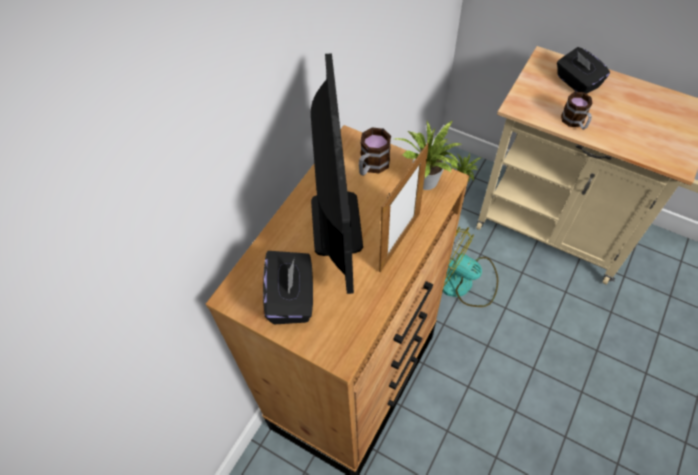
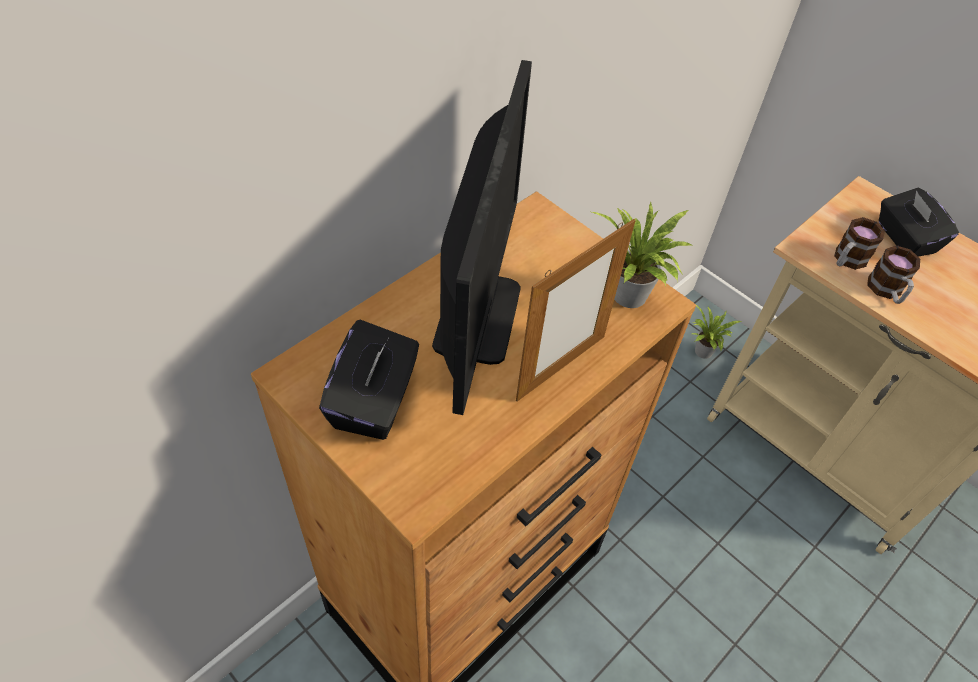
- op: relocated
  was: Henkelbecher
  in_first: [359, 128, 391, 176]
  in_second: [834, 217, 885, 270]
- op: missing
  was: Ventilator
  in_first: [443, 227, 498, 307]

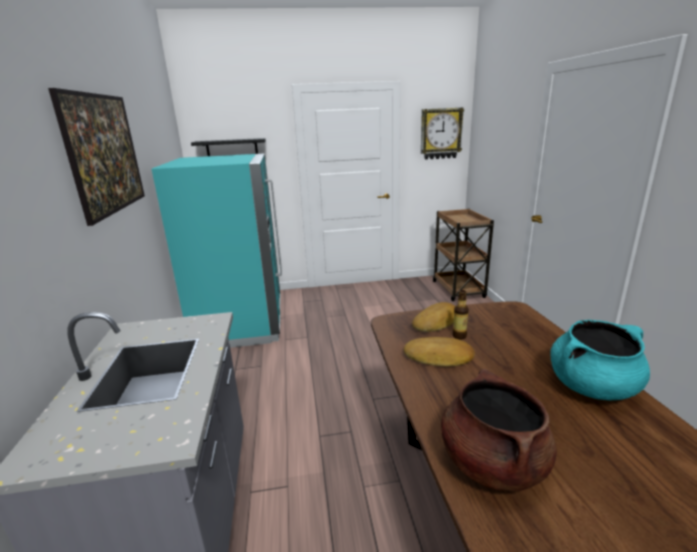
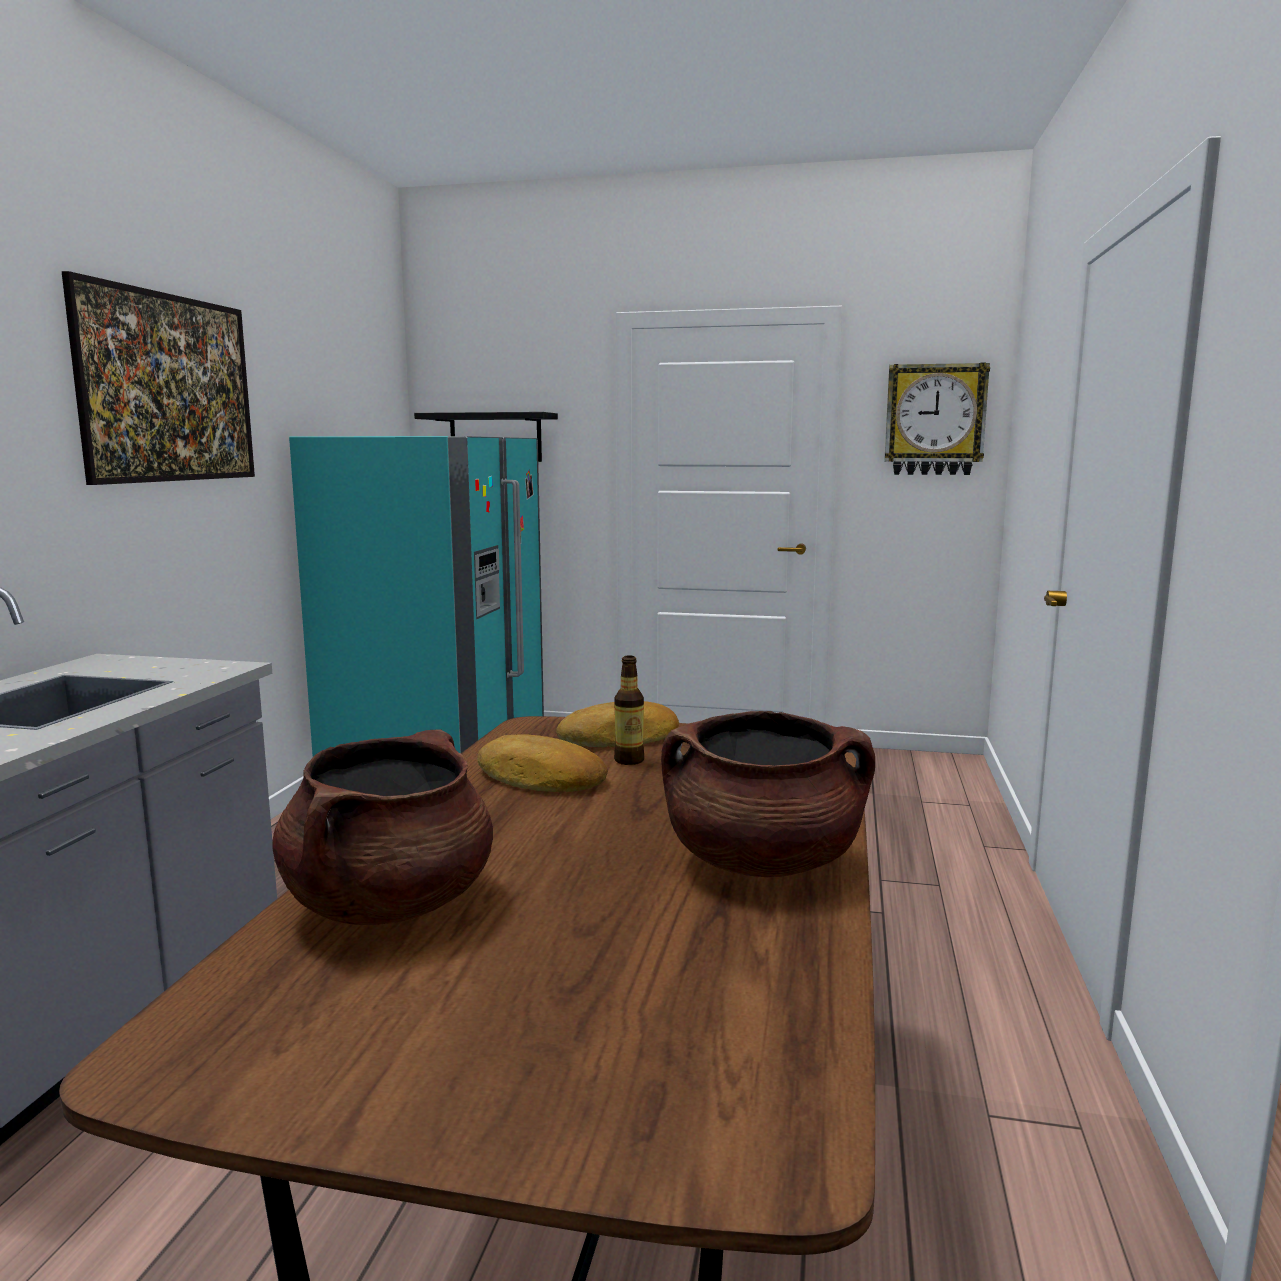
- op: colour
  was: Kochtopf (türkis)
  now: Kochtopf (braun)
  in_first: [550, 320, 650, 401]
  in_second: [661, 711, 875, 877]
- op: missing
  was: Rollwagen (braun)
  in_first: [433, 209, 494, 301]

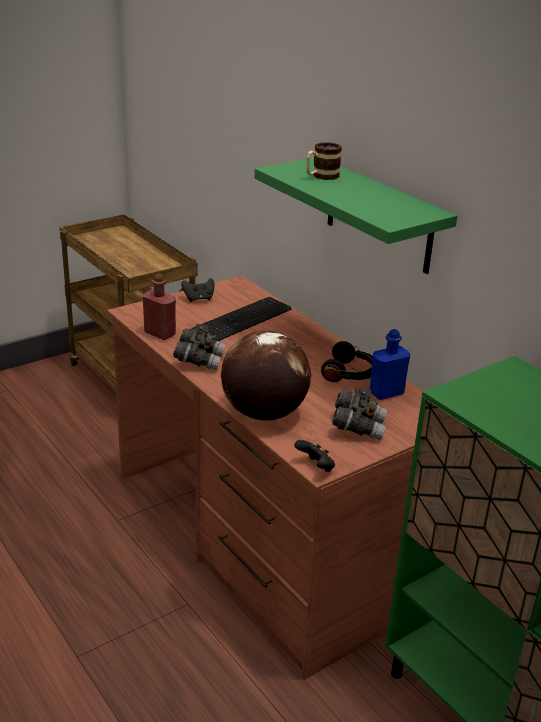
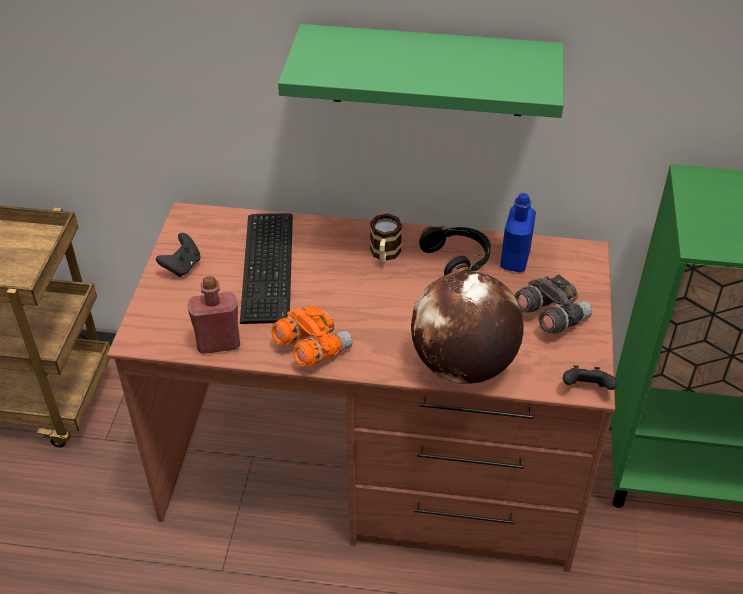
- op: colour
  was: Fernglas (grau)
  now: Fernglas (orange)
  in_first: [173, 324, 226, 371]
  in_second: [271, 305, 353, 366]
- op: relocated
  was: Henkelbecher
  in_first: [306, 142, 342, 180]
  in_second: [370, 214, 402, 264]

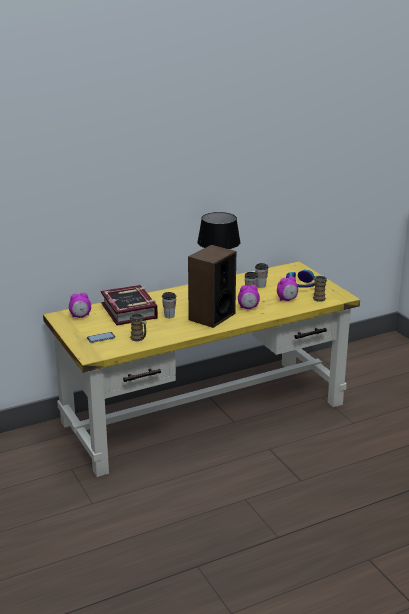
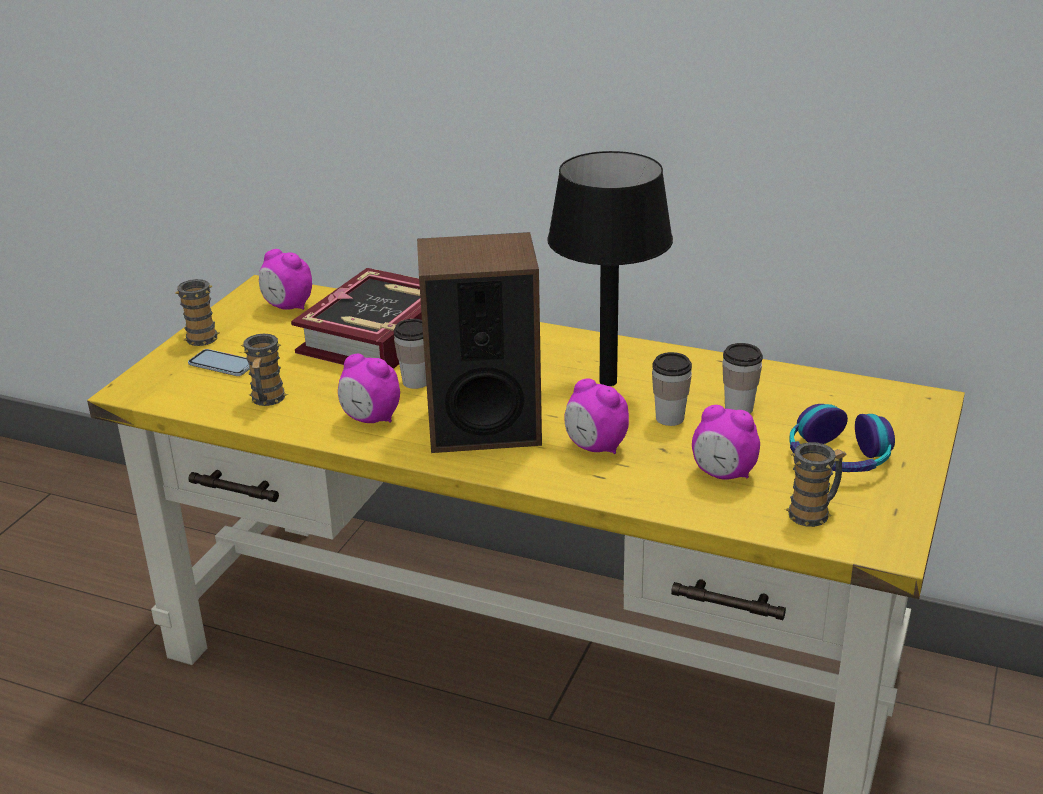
- op: appeared
  now: Henkelbecher
  in_second: [175, 279, 220, 346]
- op: appeared
  now: Wecker
  in_second: [338, 354, 400, 423]

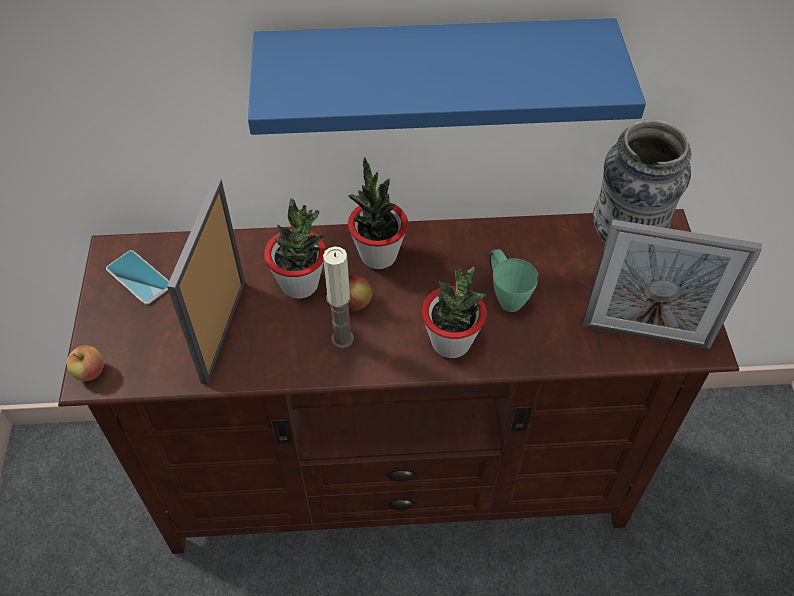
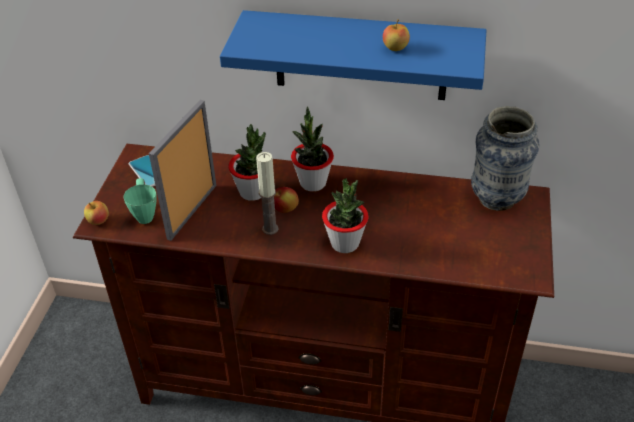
- op: relocated
  was: Henkelbecher (grün)
  in_first: [489, 249, 538, 312]
  in_second: [123, 178, 157, 224]
- op: appeared
  now: Apfel
  in_second: [383, 20, 410, 51]
- op: missing
  was: Bilderrahmen
  in_first: [582, 219, 762, 349]

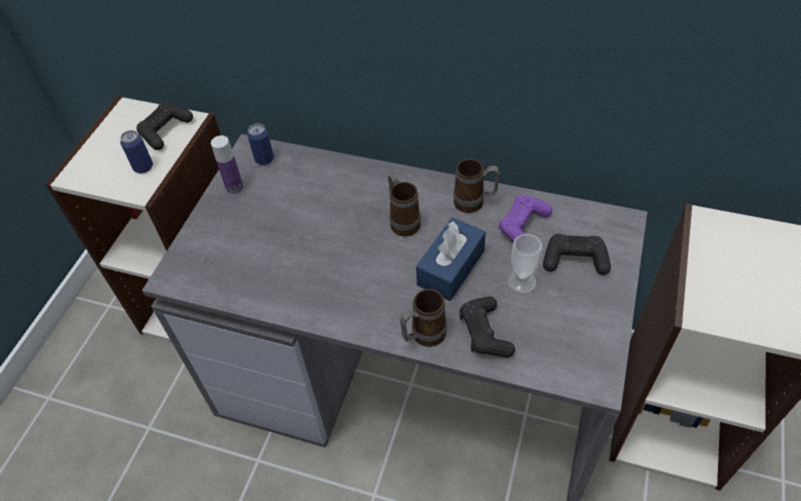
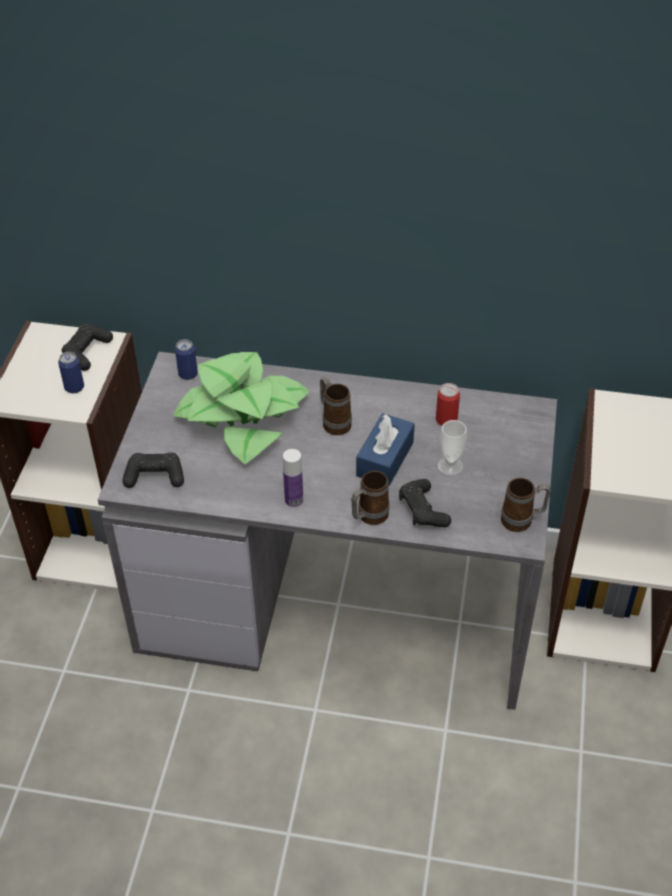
- op: relocated
  was: Gamepad (schwarz)
  in_first: [543, 234, 611, 275]
  in_second: [122, 452, 184, 488]
- op: appeared
  now: Topfpflanze
  in_second: [173, 352, 310, 464]
- op: relocated
  was: Flasche
  in_first: [211, 135, 244, 194]
  in_second: [283, 449, 303, 508]
- op: exchanged
  was: Gamepad (lila)
  now: Dose
  in_first: [499, 195, 552, 242]
  in_second: [436, 383, 460, 426]
- op: relocated
  was: Henkelbecher
  in_first: [453, 159, 500, 213]
  in_second: [501, 478, 551, 532]

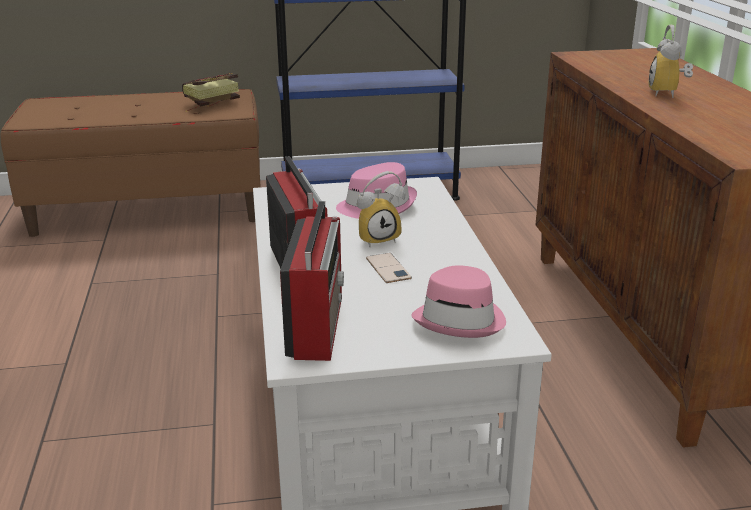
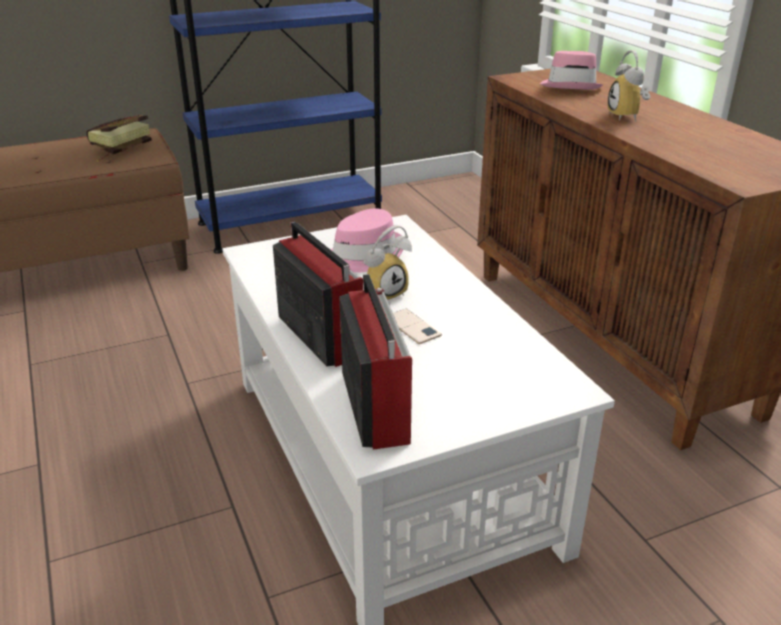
- op: relocated
  was: Hut (rosa)
  in_first: [411, 265, 506, 338]
  in_second: [540, 51, 603, 90]

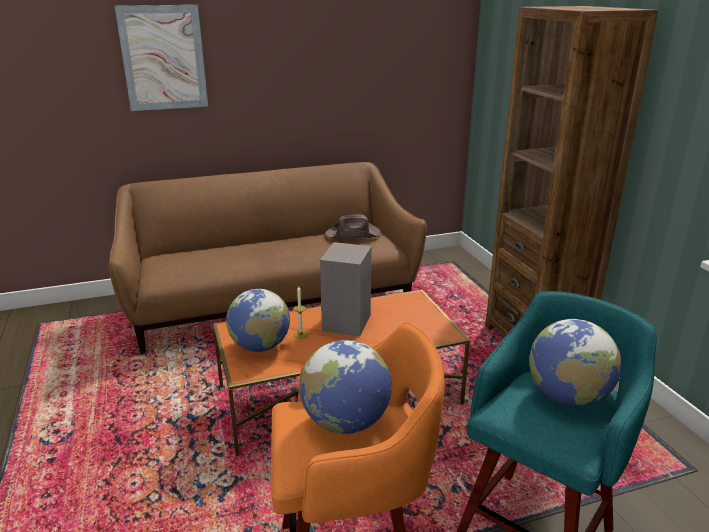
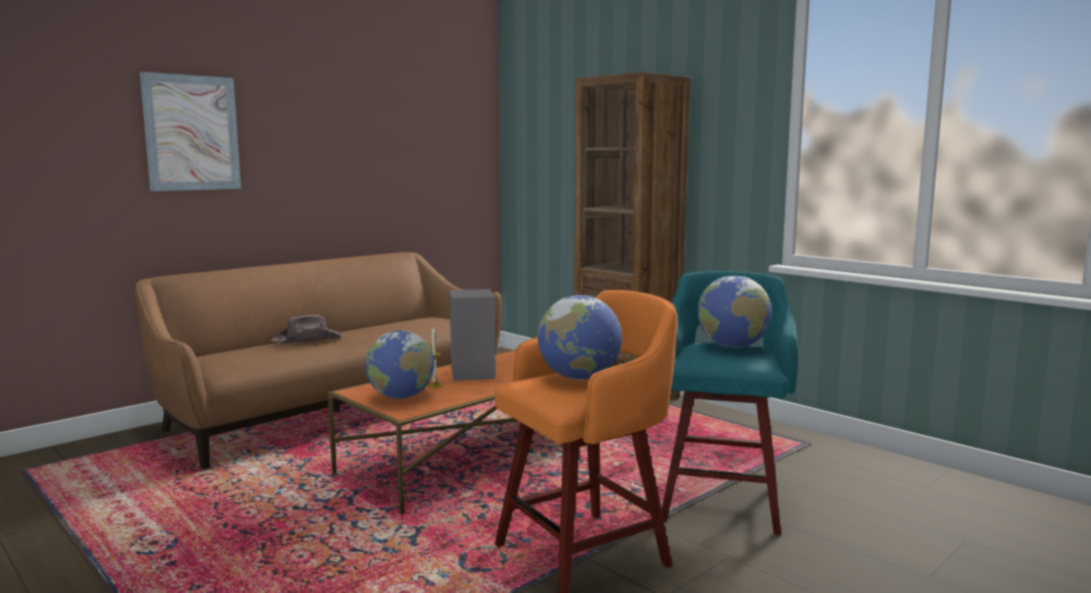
- op: relocated
  was: Hut (braun)
  in_first: [325, 214, 381, 239]
  in_second: [271, 315, 343, 343]

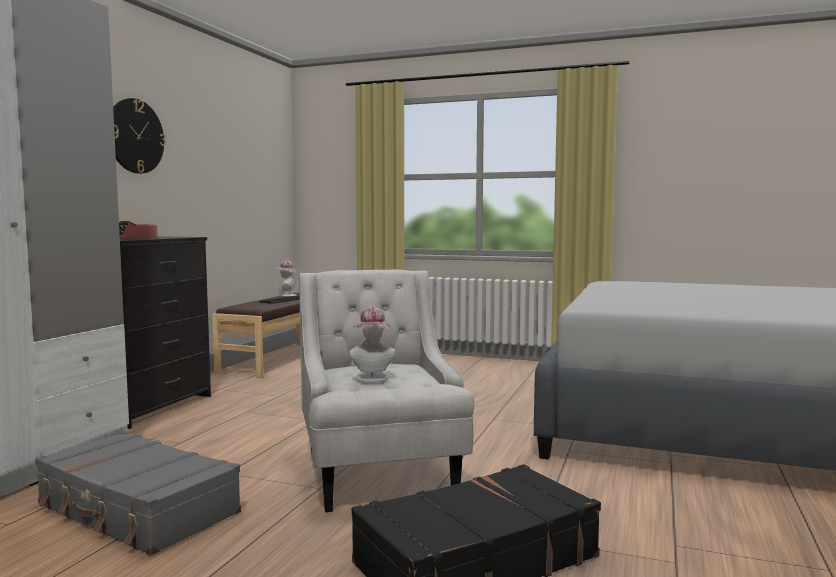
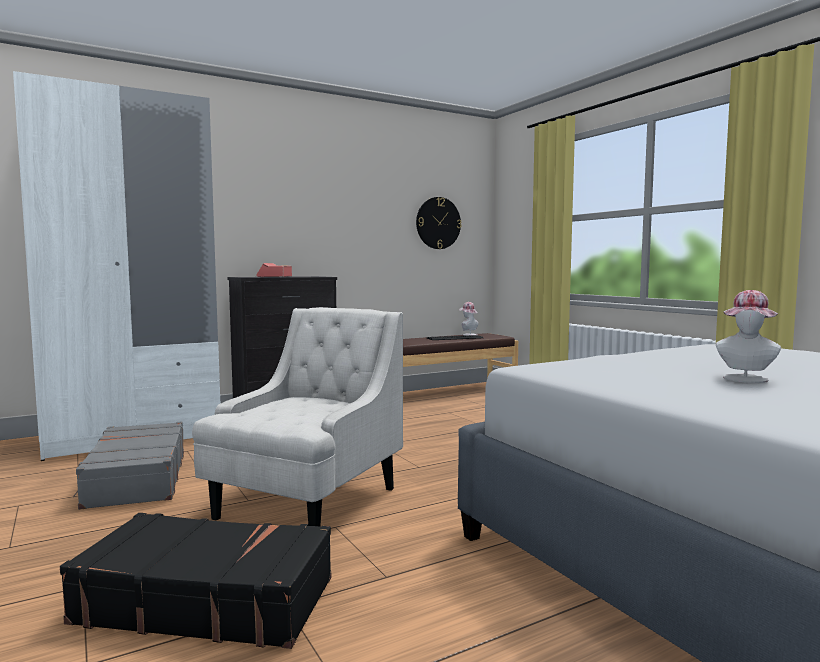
- op: relocated
  was: Wanduhr
  in_first: [113, 98, 166, 174]
  in_second: [416, 197, 462, 249]
- op: relocated
  was: Hut
  in_first: [349, 307, 395, 382]
  in_second: [716, 290, 781, 383]

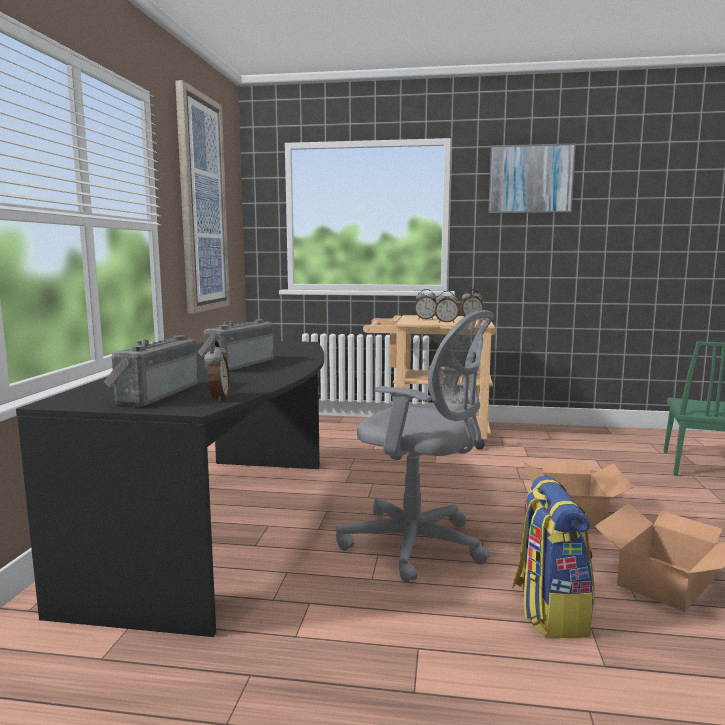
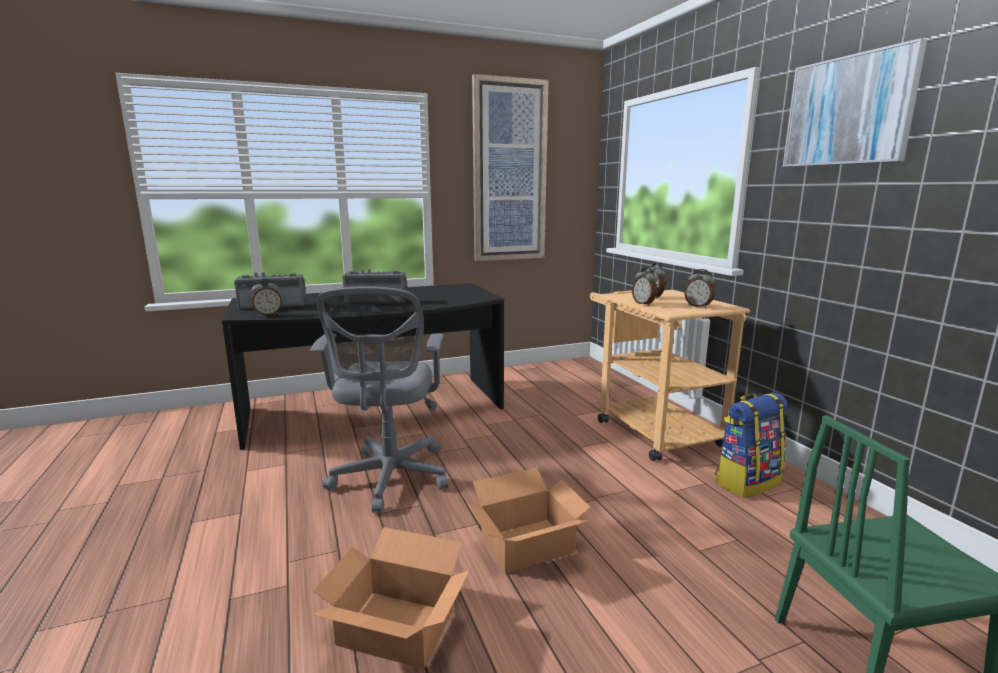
- op: relocated
  was: Rucksack
  in_first: [512, 476, 595, 638]
  in_second: [715, 393, 788, 498]

